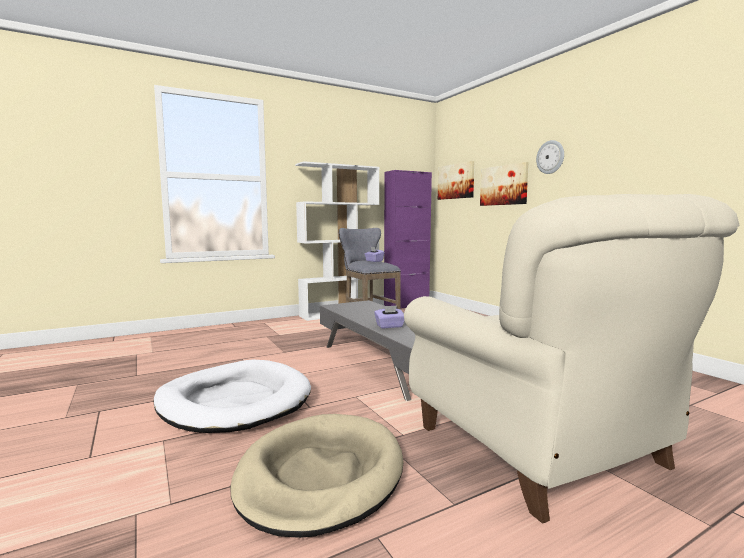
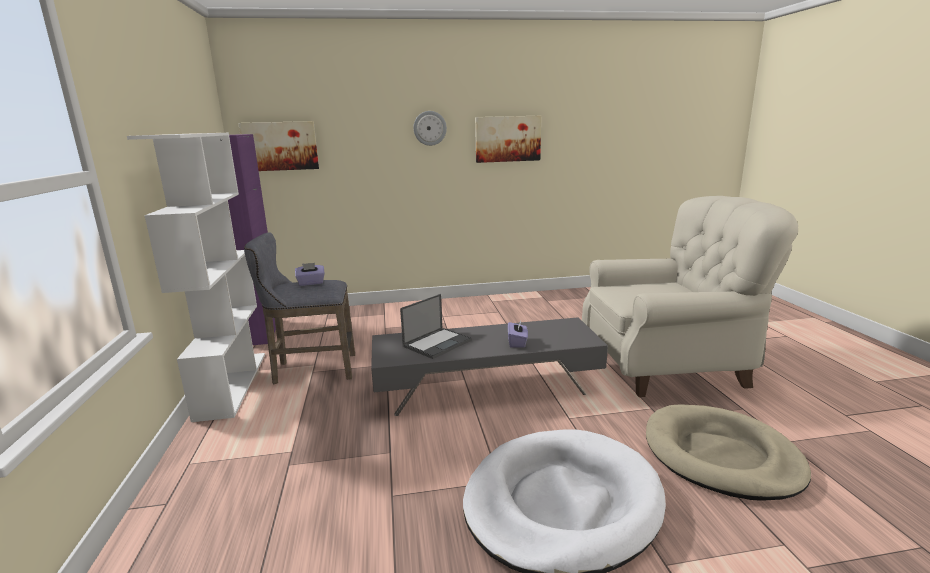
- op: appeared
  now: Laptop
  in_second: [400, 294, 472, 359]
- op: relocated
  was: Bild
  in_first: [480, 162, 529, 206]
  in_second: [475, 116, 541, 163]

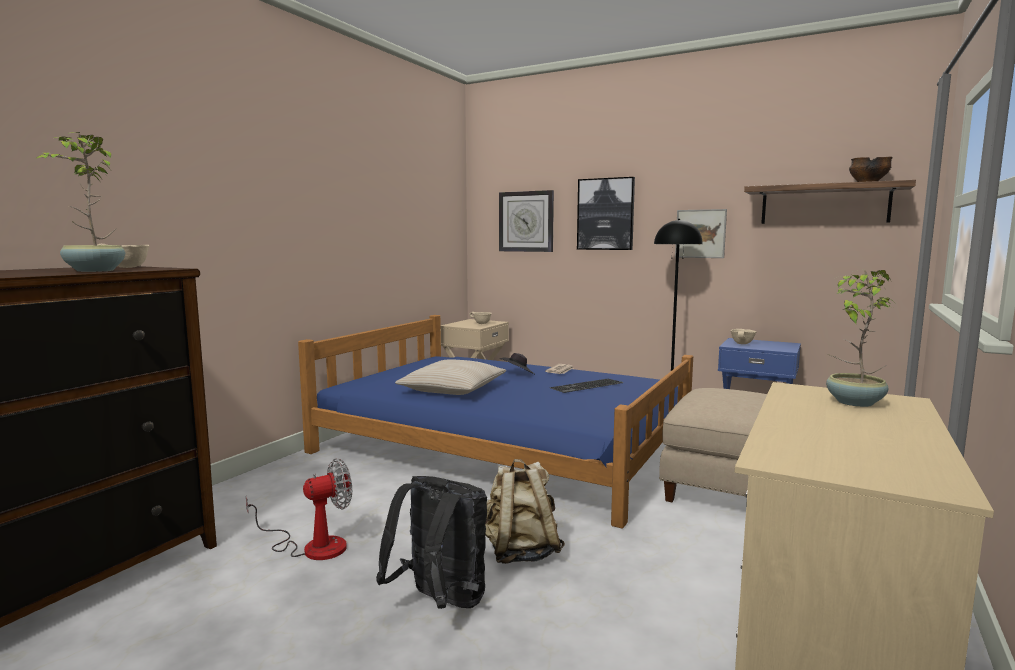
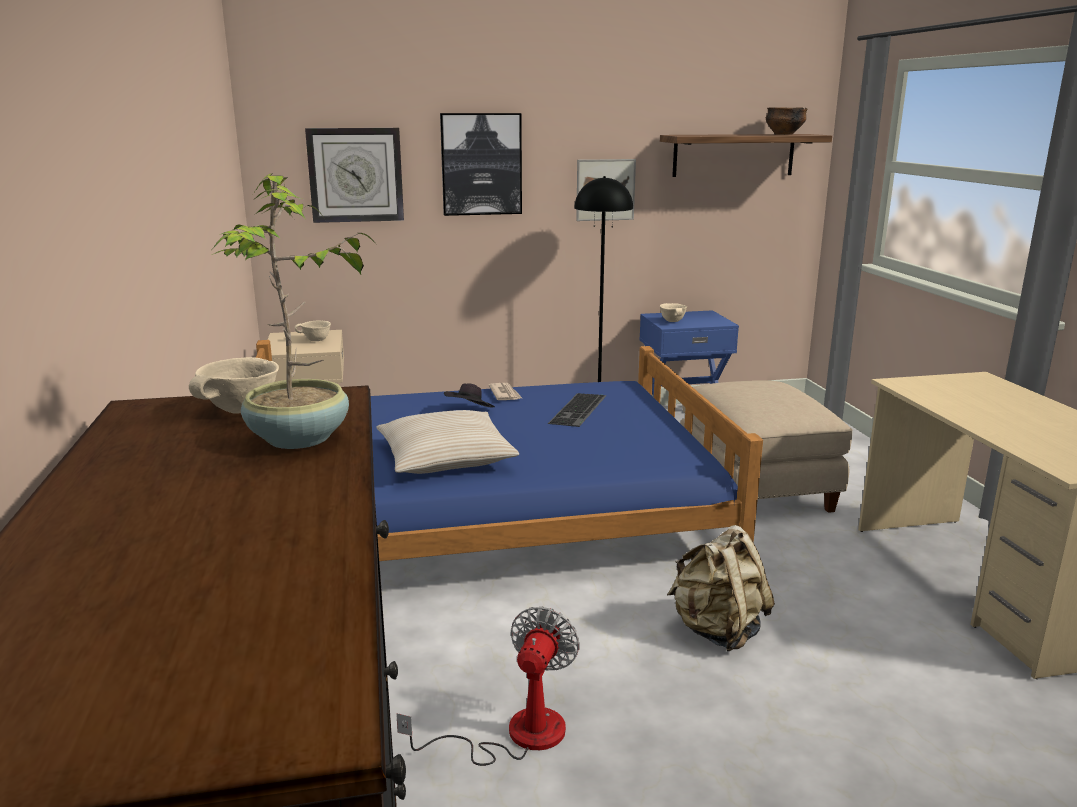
- op: missing
  was: Rucksack (schwarz)
  in_first: [376, 476, 487, 609]
- op: missing
  was: Topfpflanze
  in_first: [826, 269, 897, 407]

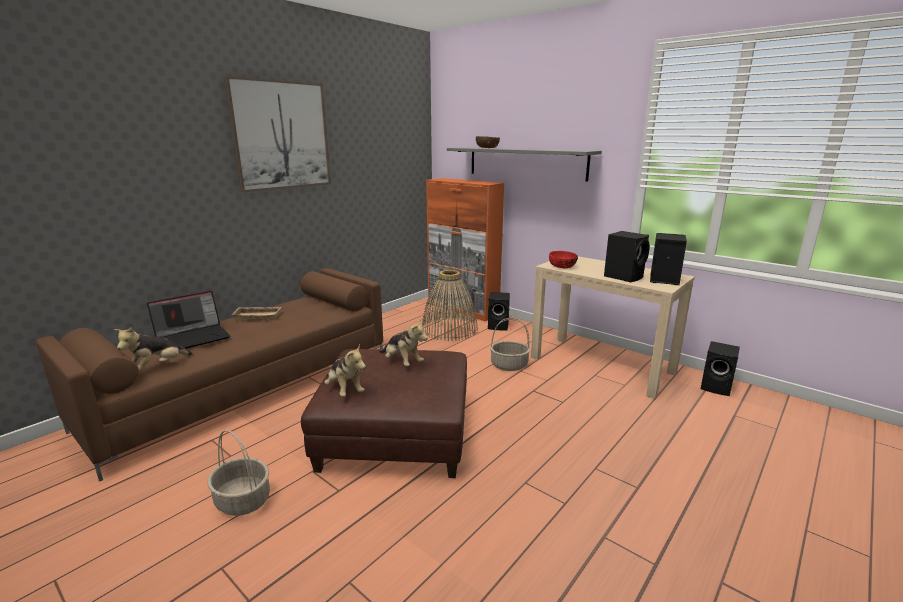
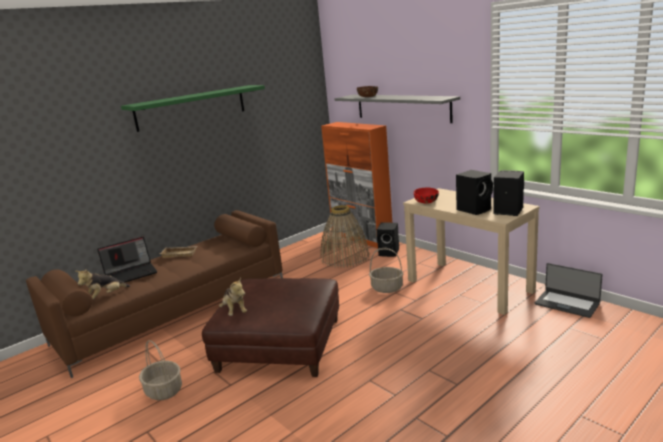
- op: exchanged
  was: Bild
  now: Wandregal (grün)
  in_first: [224, 75, 331, 192]
  in_second: [121, 85, 265, 132]
- op: exchanged
  was: Lautsprecher (schwarz)
  now: Laptop
  in_first: [701, 341, 740, 396]
  in_second: [535, 263, 603, 318]
- op: missing
  was: Plüschtier
  in_first: [379, 319, 428, 366]

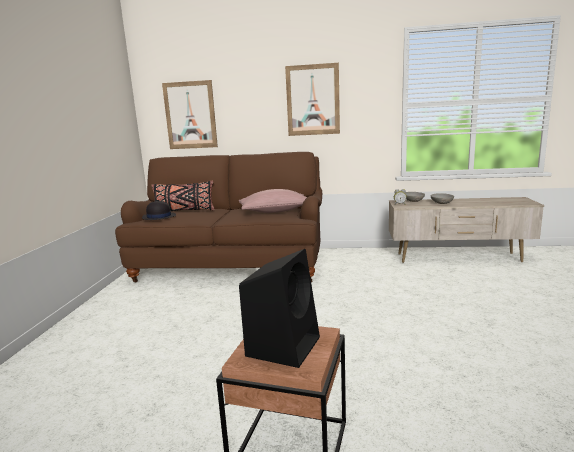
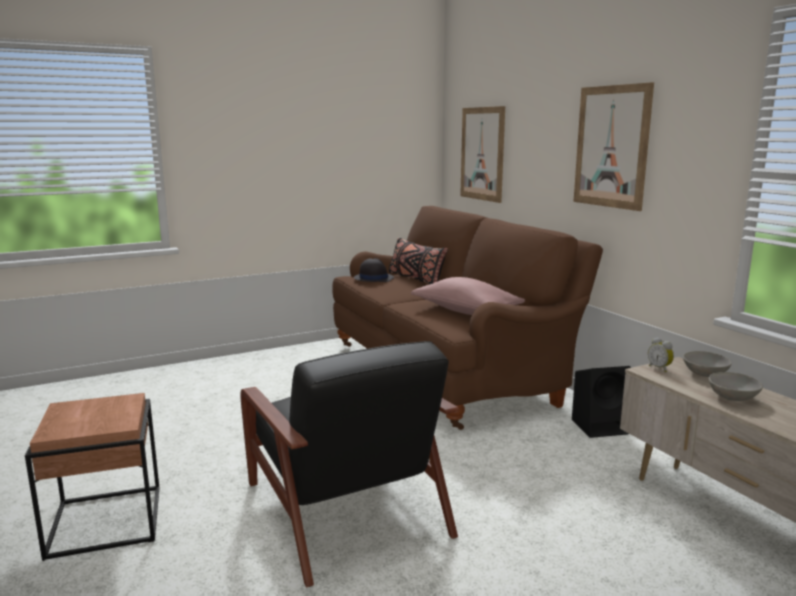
- op: appeared
  now: Sessel (schwarz)
  in_second: [240, 341, 459, 587]
- op: relocated
  was: Lautsprecher (schwarz)
  in_first: [239, 249, 320, 368]
  in_second: [572, 366, 631, 438]

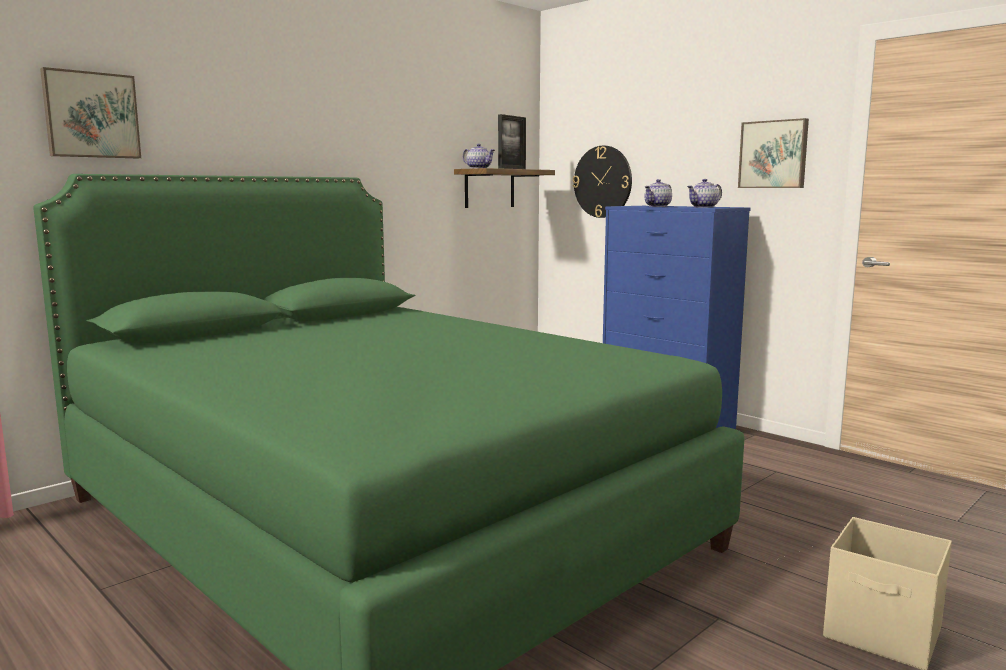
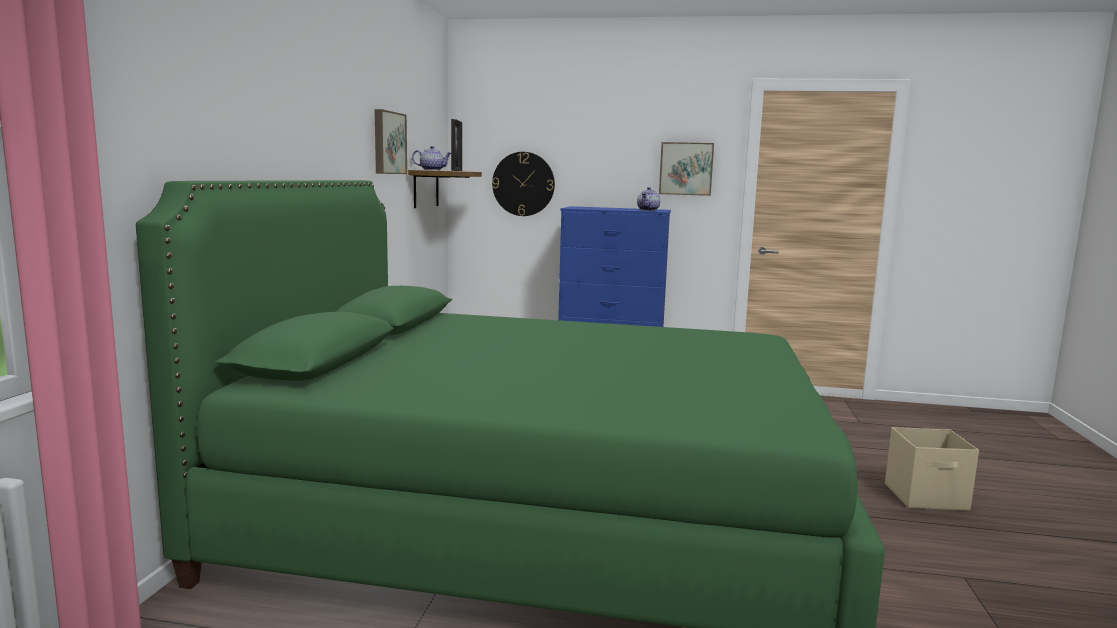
- op: relocated
  was: Bild
  in_first: [40, 67, 141, 158]
  in_second: [375, 109, 407, 174]
- op: missing
  was: Teekanne
  in_first: [645, 179, 672, 207]

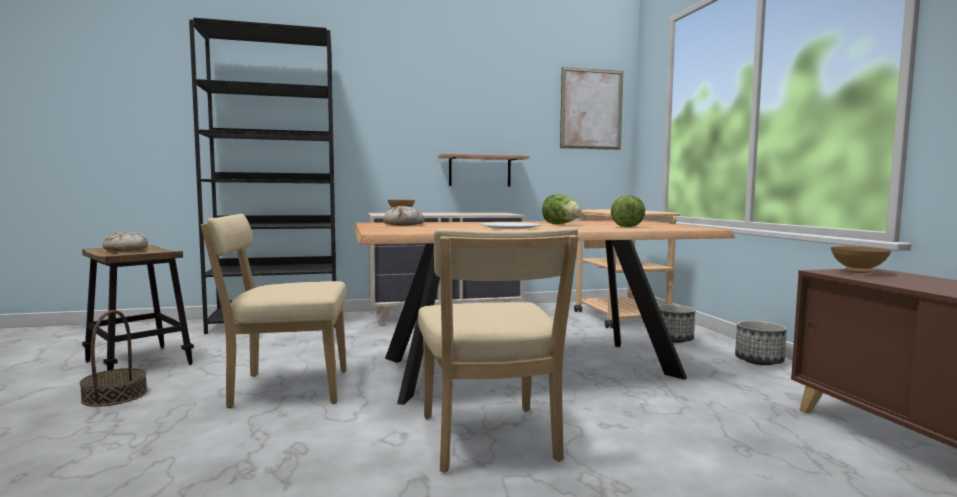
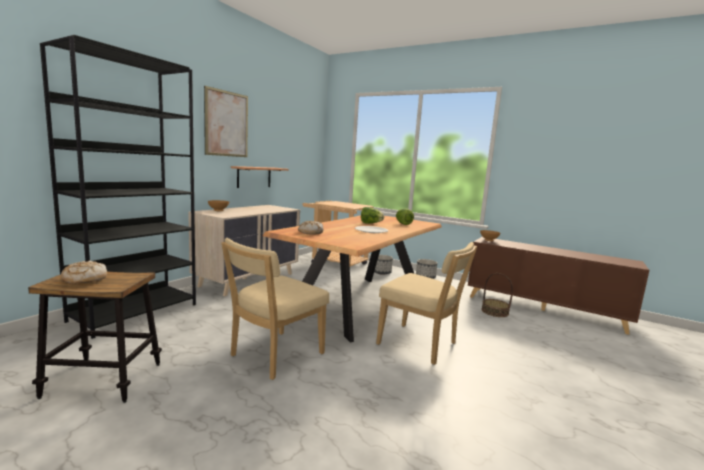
- op: relocated
  was: Bild
  in_first: [560, 67, 623, 150]
  in_second: [204, 86, 248, 157]
- op: relocated
  was: Korb
  in_first: [80, 310, 148, 407]
  in_second: [481, 273, 513, 317]

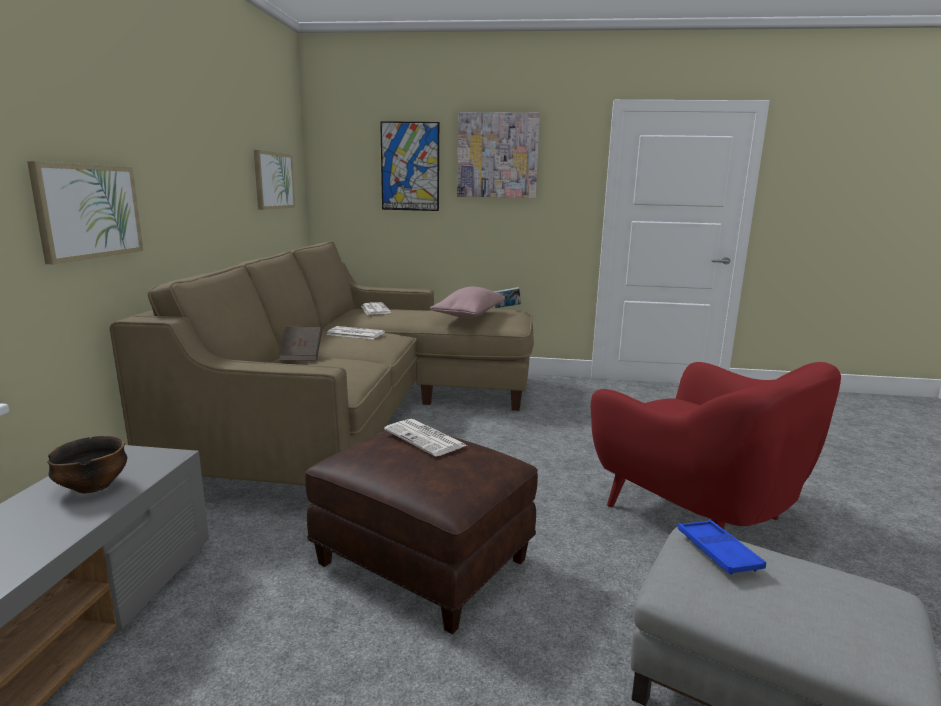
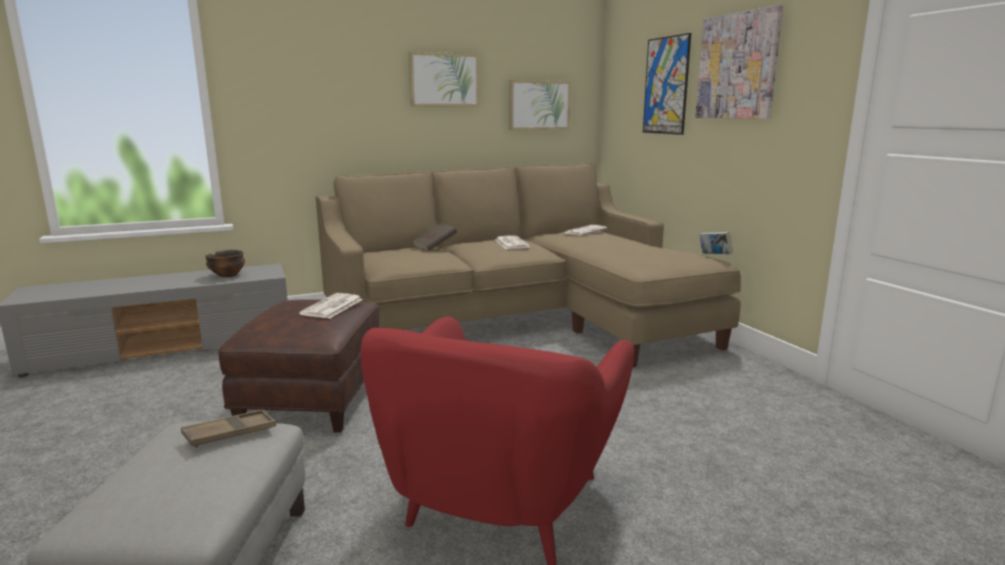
- op: colour
  was: Tablett (blau)
  now: Tablett (braun)
  in_first: [678, 520, 766, 575]
  in_second: [181, 409, 276, 448]
- op: relocated
  was: Bild
  in_first: [27, 161, 143, 264]
  in_second: [409, 52, 479, 107]
- op: missing
  was: Kissen (rosa)
  in_first: [430, 287, 505, 318]

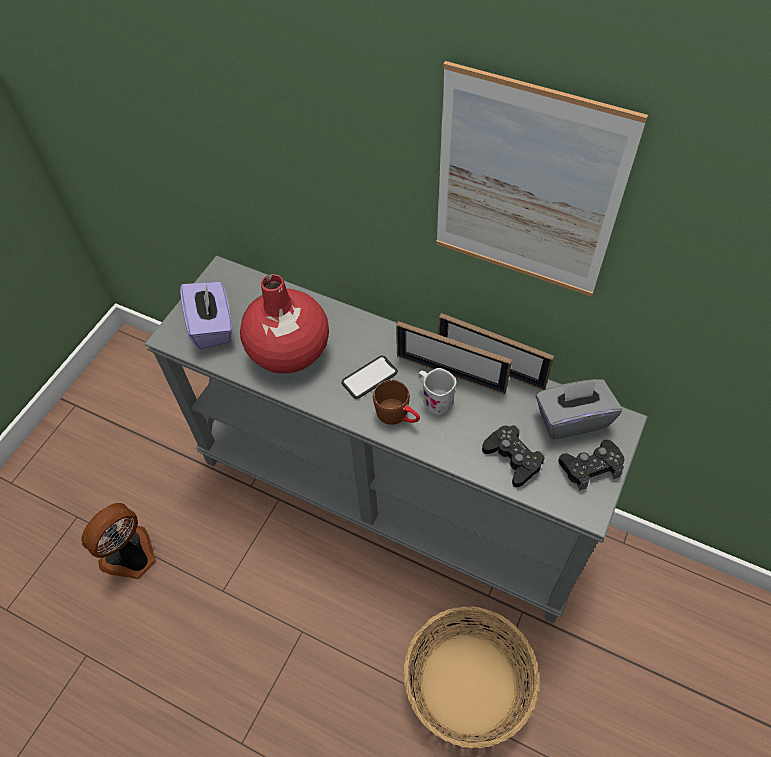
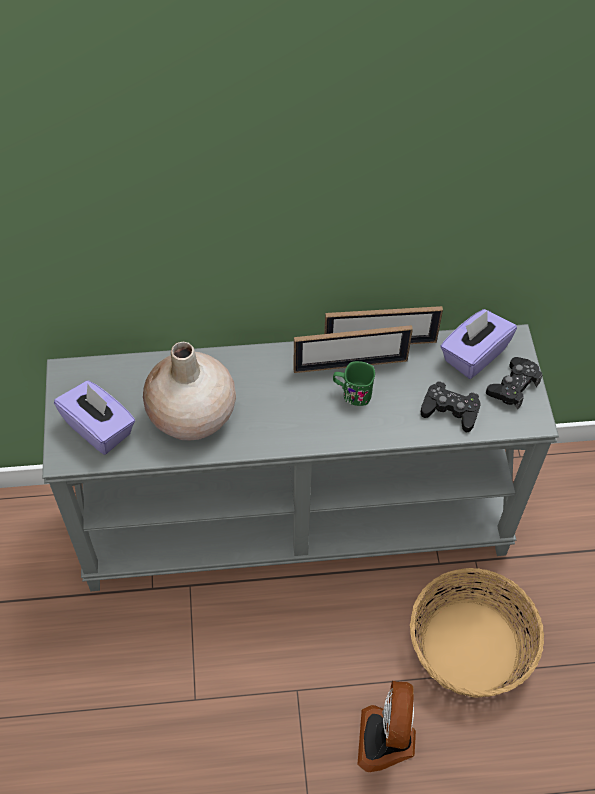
- op: colour
  was: Vase (rot)
  now: Vase (beige)
  in_first: [240, 274, 329, 373]
  in_second: [143, 342, 236, 440]
- op: colour
  was: Henkelbecher (weiß)
  now: Henkelbecher (grün)
  in_first: [418, 368, 457, 415]
  in_second: [333, 361, 375, 406]
- op: relocated
  was: Ventilator
  in_first: [81, 503, 156, 579]
  in_second: [357, 681, 416, 772]
- op: colour
  was: Taschentuchbox (grau)
  now: Taschentuchbox (lila)
  in_first: [536, 379, 622, 439]
  in_second: [440, 309, 517, 379]
- op: missing
  was: Handy
  in_first: [341, 355, 398, 399]
- op: missing
  was: Henkelbecher (braun)
  in_first: [373, 380, 420, 425]
- op: missing
  was: Bild
  in_first: [436, 61, 648, 297]

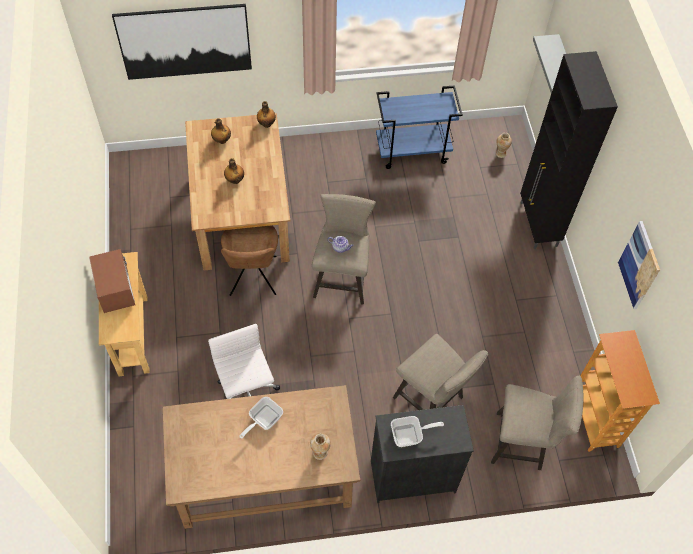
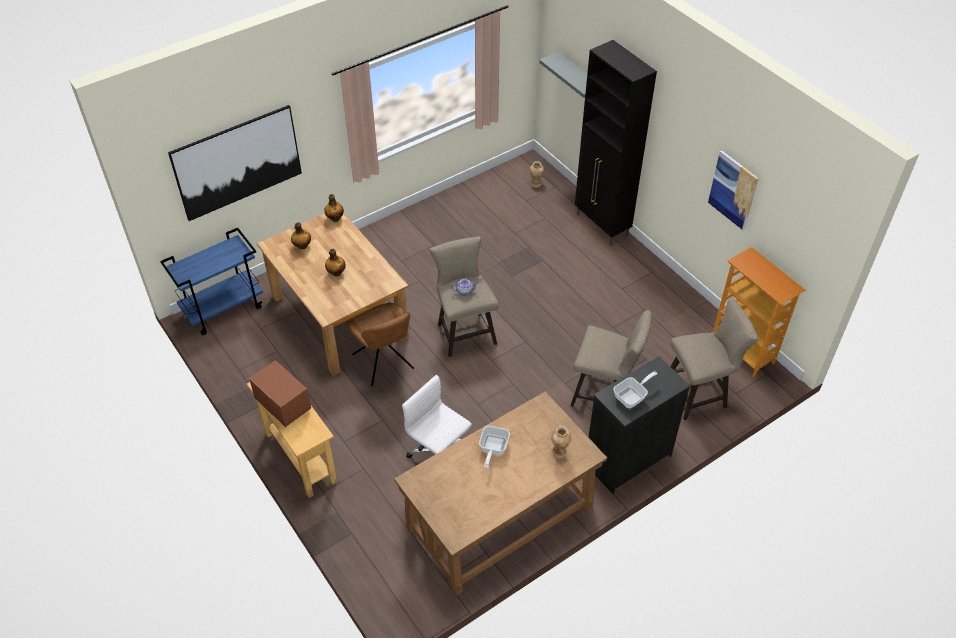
- op: relocated
  was: Rollwagen (blau)
  in_first: [376, 85, 463, 169]
  in_second: [160, 228, 263, 335]

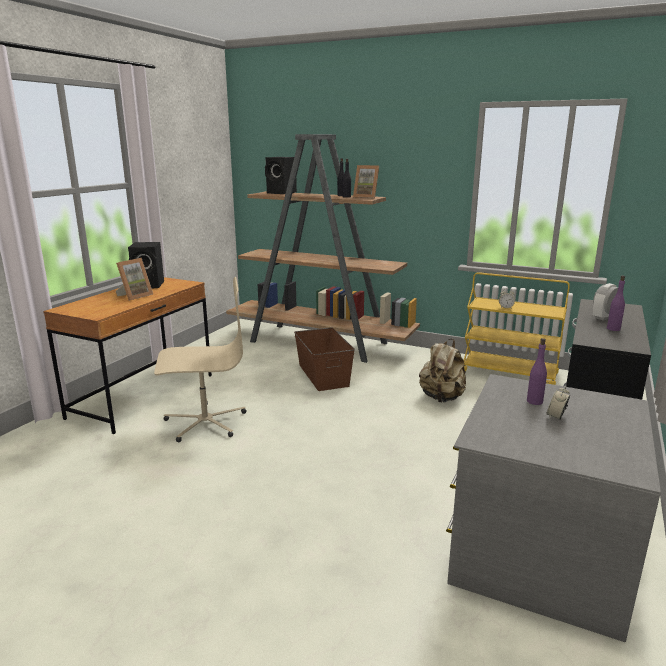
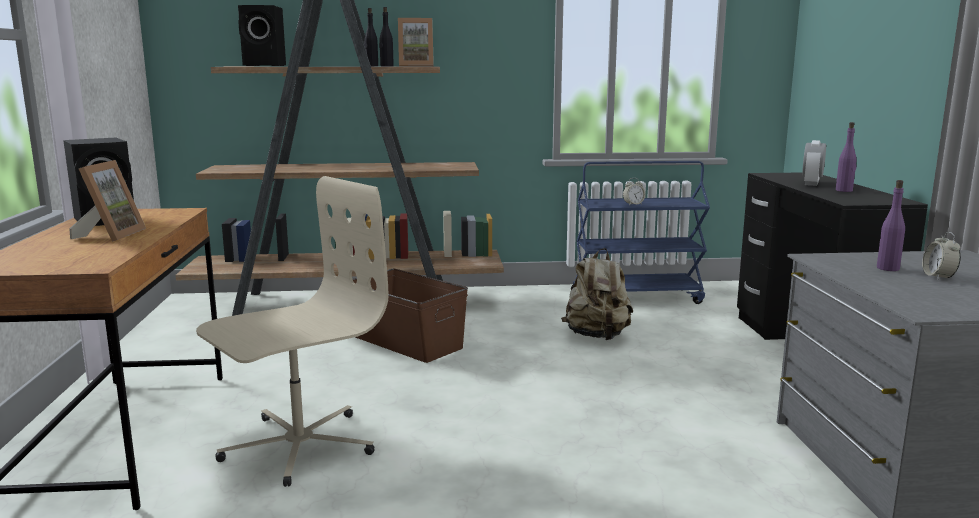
- op: colour
  was: Rollwagen (gelb)
  now: Rollwagen (blau)
  in_first: [464, 272, 570, 385]
  in_second: [571, 161, 710, 304]

